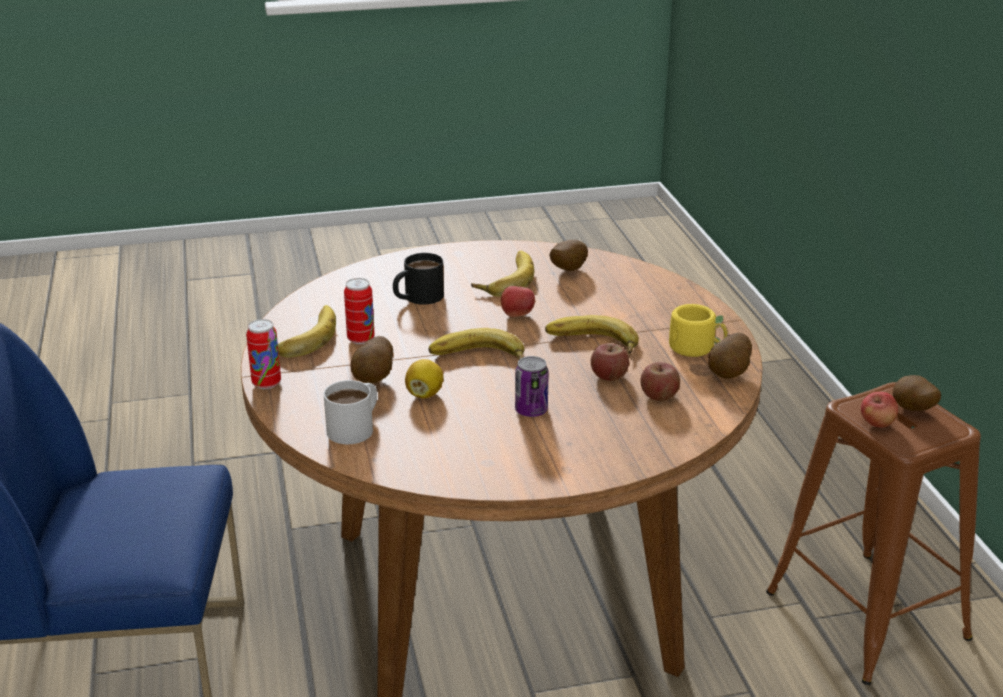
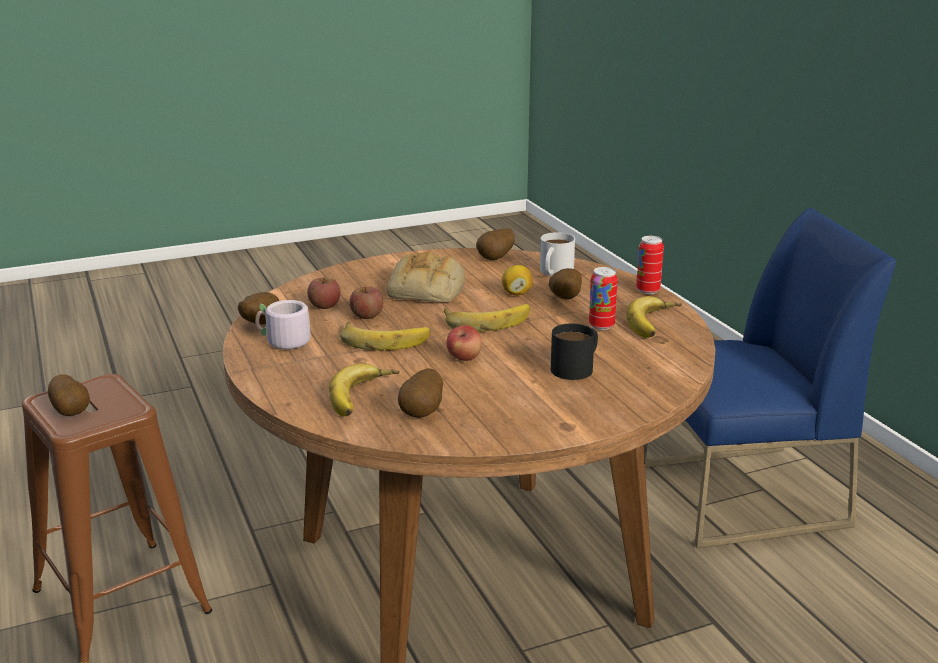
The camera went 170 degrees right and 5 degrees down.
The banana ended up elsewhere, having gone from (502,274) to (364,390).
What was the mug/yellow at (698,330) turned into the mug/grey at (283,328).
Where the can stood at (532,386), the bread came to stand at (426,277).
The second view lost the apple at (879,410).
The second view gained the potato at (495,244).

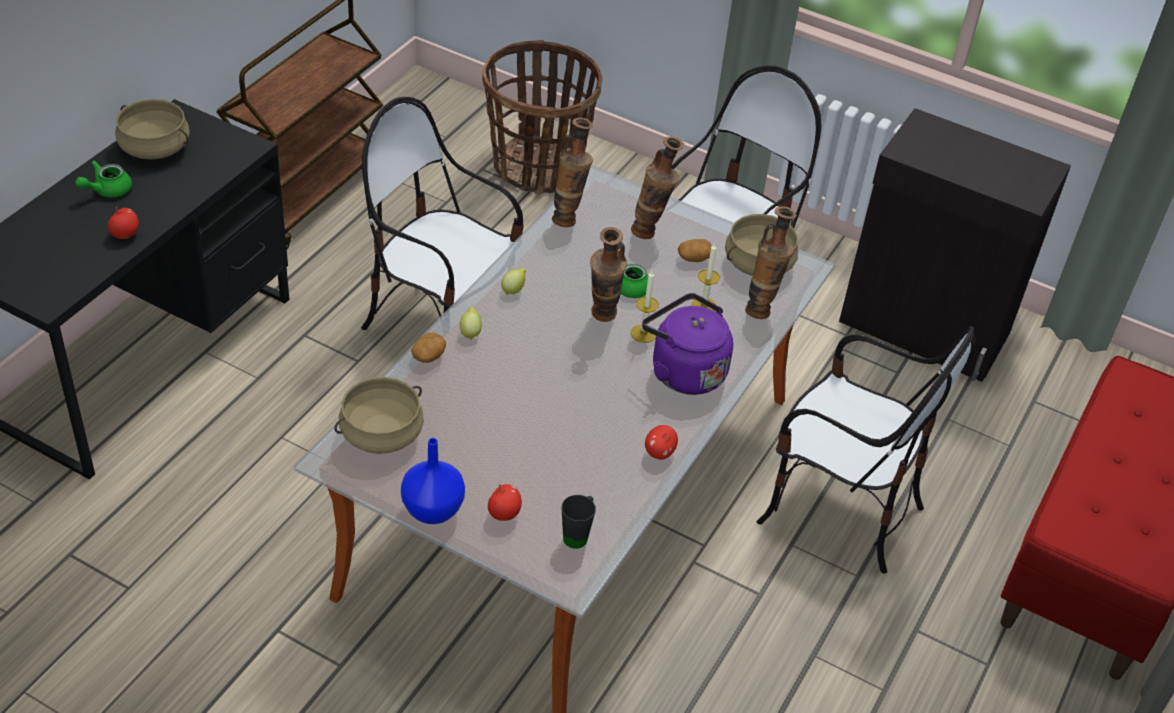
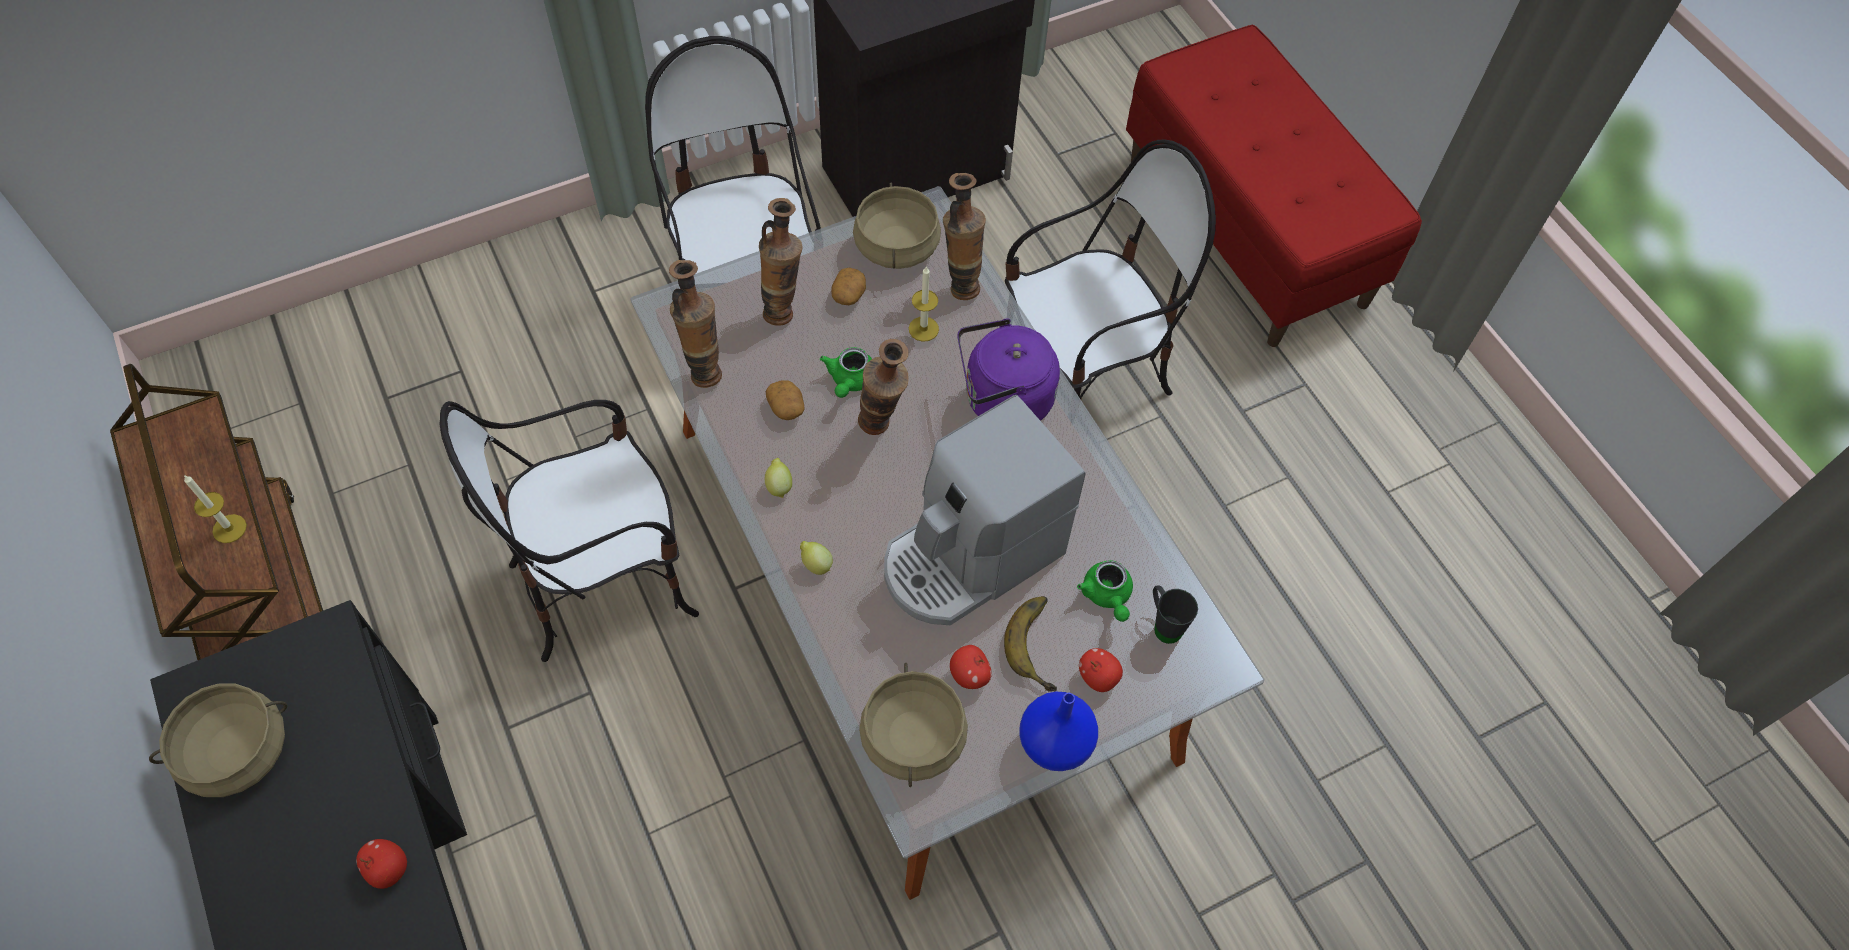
The camera went 55 degrees left and 15 degrees up.
The second view lost the basket at (542,117).
The teapot/green ended up elsewhere, having gone from (104,179) to (1105,591).
The candle ended up elsewhere, having gone from (645,307) to (215,509).
The potato ended up elsewhere, having gone from (428,347) to (785,400).
The apple ended up elsewhere, having gone from (661,442) to (971,667).
The second view gained the coffee machine at (984,510).
The second view gained the banana at (1030,644).

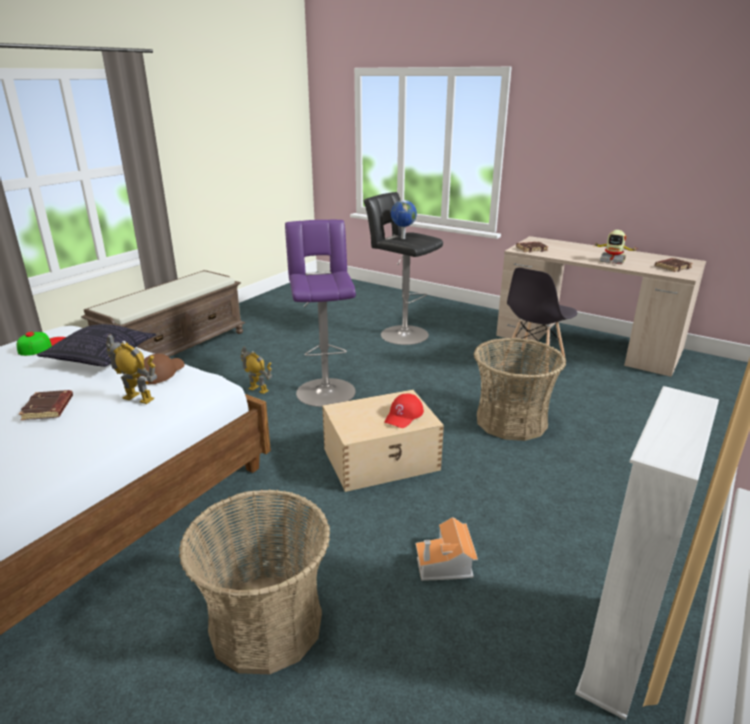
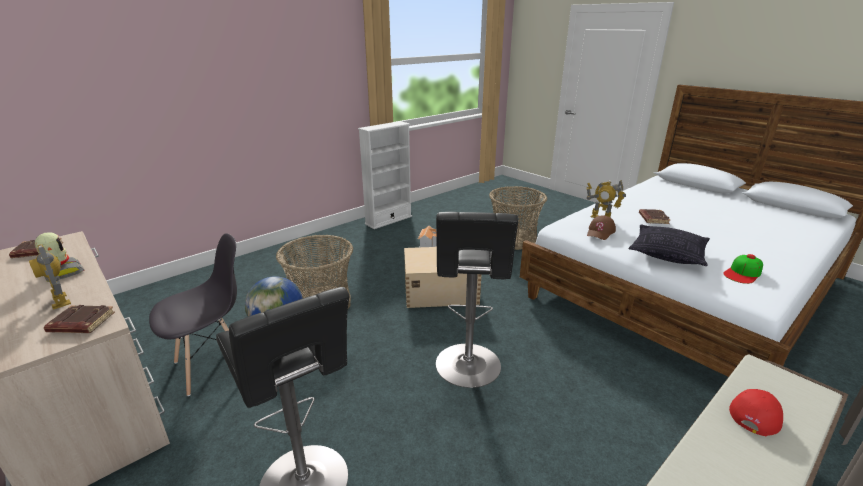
The camera went 165 degrees left and 0 degrees up.
What was the stool/purple at (320,313) turned into the stool/black at (477,300).
The toy robot ended up elsewhere, having gone from (256,370) to (50,277).
The cap/red ended up elsewhere, having gone from (404,411) to (756,413).

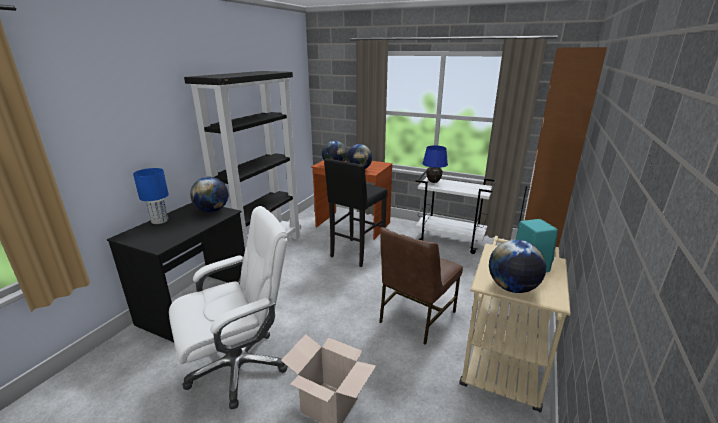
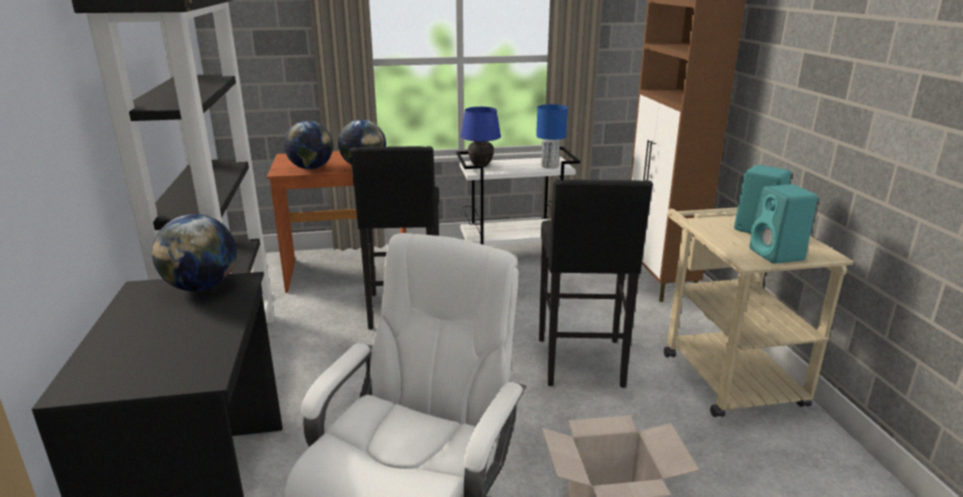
The camera went 35 degrees left and 0 degrees up.
The table lamp/blue ended up elsewhere, having gone from (151,196) to (552,136).
Where the chair/brown stood at (421,286), the stool/black came to stand at (596,283).
Where the globe stood at (517,266), the speaker/turquoise came to stand at (783,224).

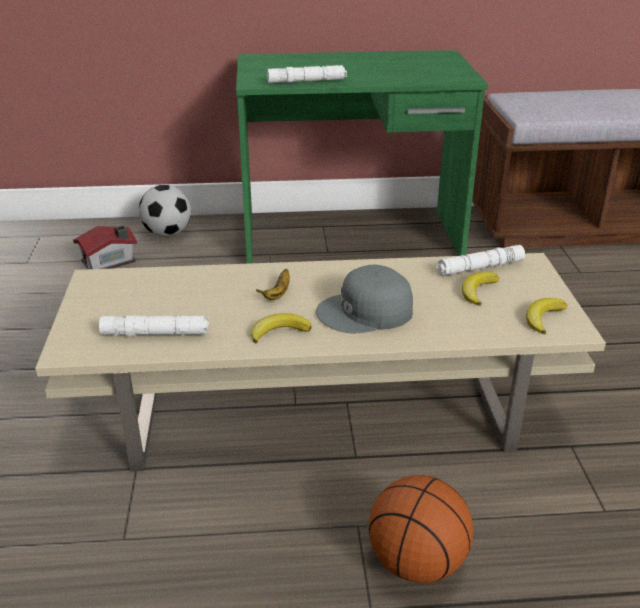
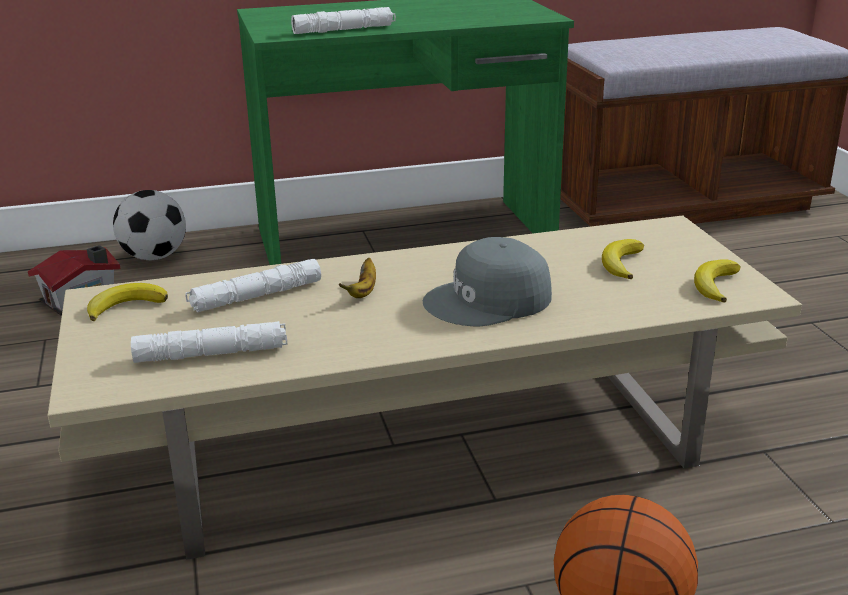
The camera went 10 degrees left and 5 degrees down.
The flashlight/white ended up elsewhere, having gone from (480,260) to (253,285).
The banana ended up elsewhere, having gone from (281,328) to (127,302).

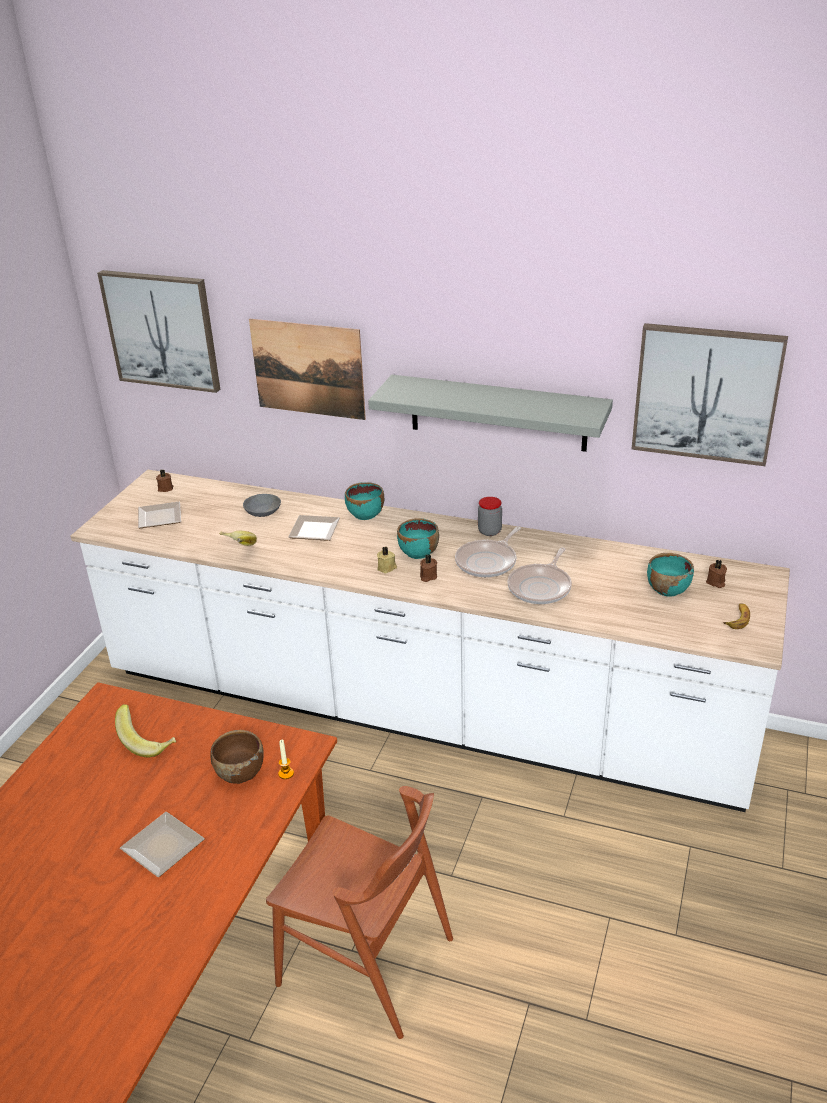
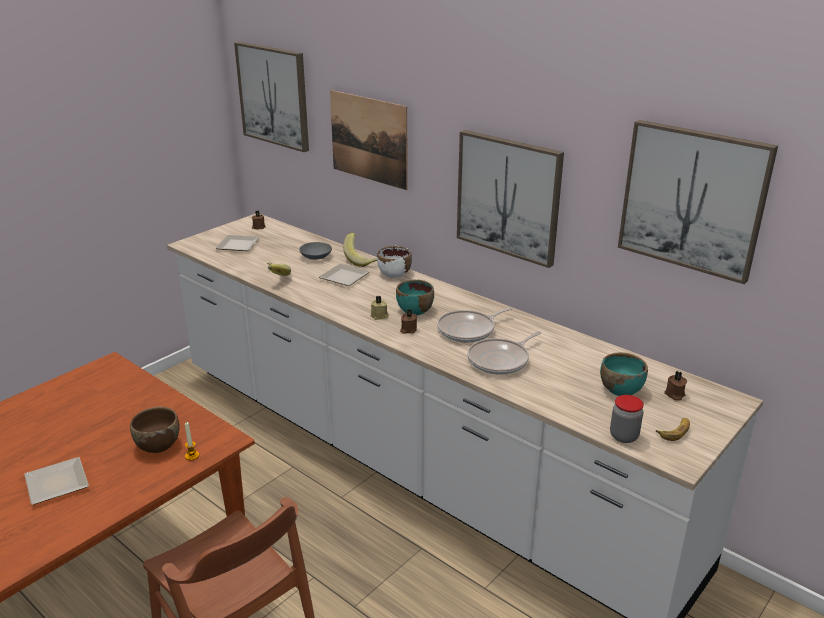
The camera went 20 degrees right and 5 degrees down.
Where the shelf/grey hung at (490,413), the picture came to hang at (510,199).
What was the bowl/turquoise at (364,501) turned into the bowl/white at (394,262).
The jar ended up elsewhere, having gone from (490,516) to (627,419).
The banana ended up elsewhere, having gone from (145,731) to (360,250).

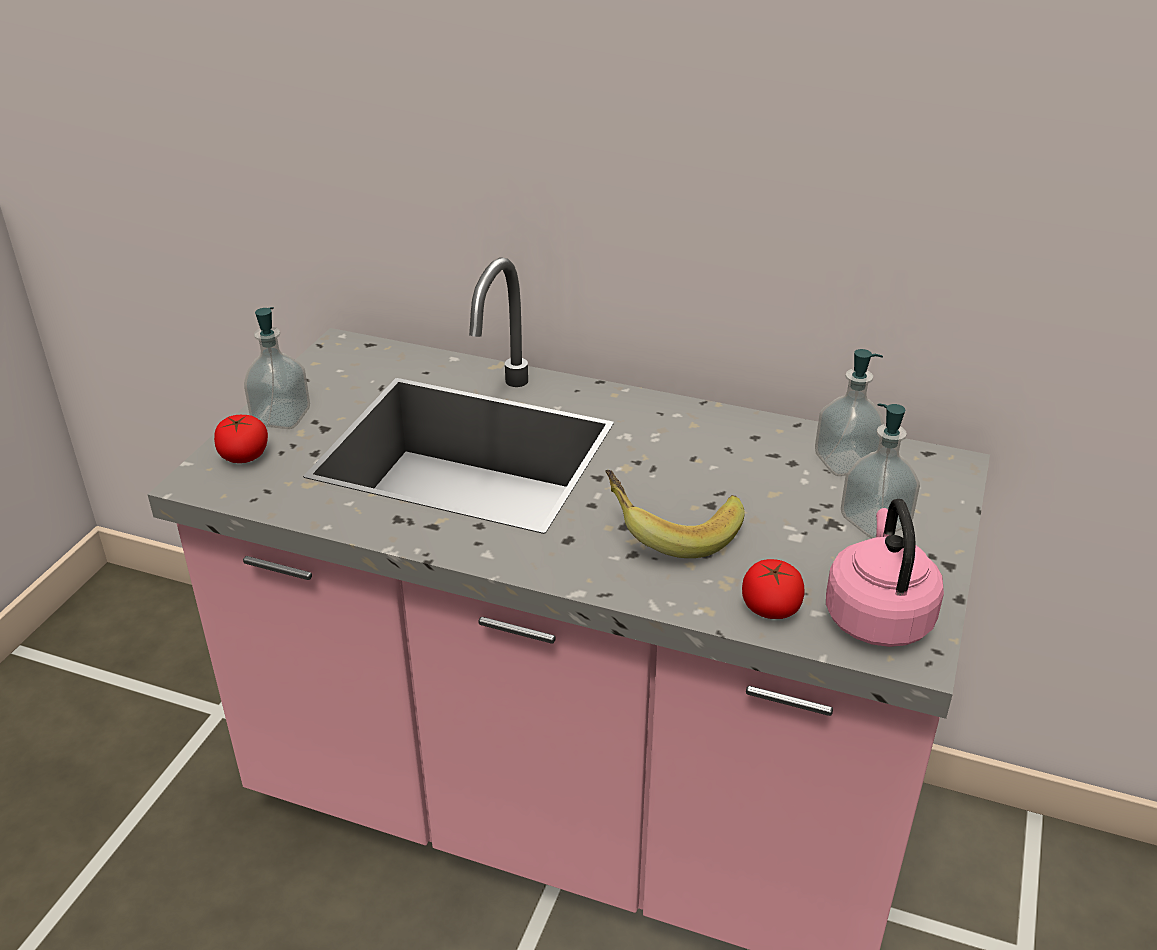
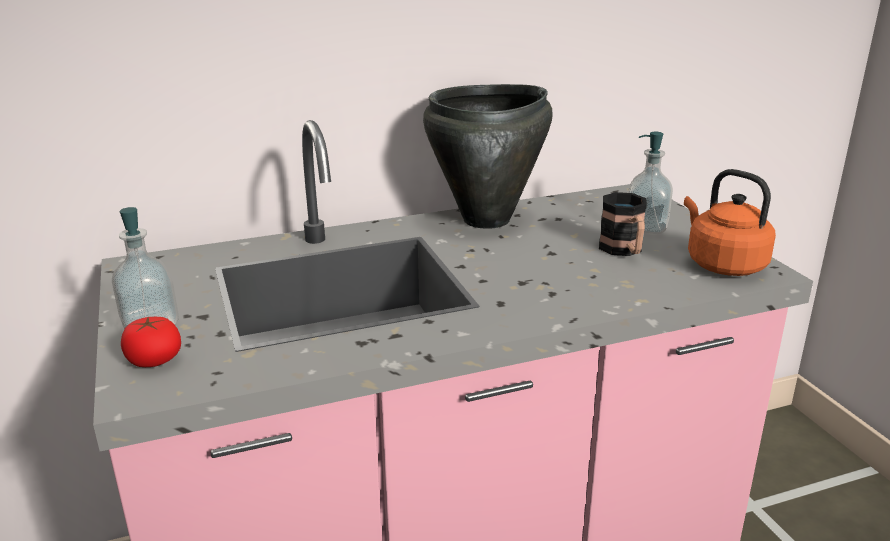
The camera went 40 degrees left and 10 degrees down.
The second view lost the soap dispenser at (849,412).
The second view lost the banana at (675,514).
What was the kettle/pink at (885,573) turned into the kettle/orange at (730,222).
The second view lost the tomato at (773,589).
The second view gained the cooking pot/black at (488,156).
The second view gained the mug at (623,224).

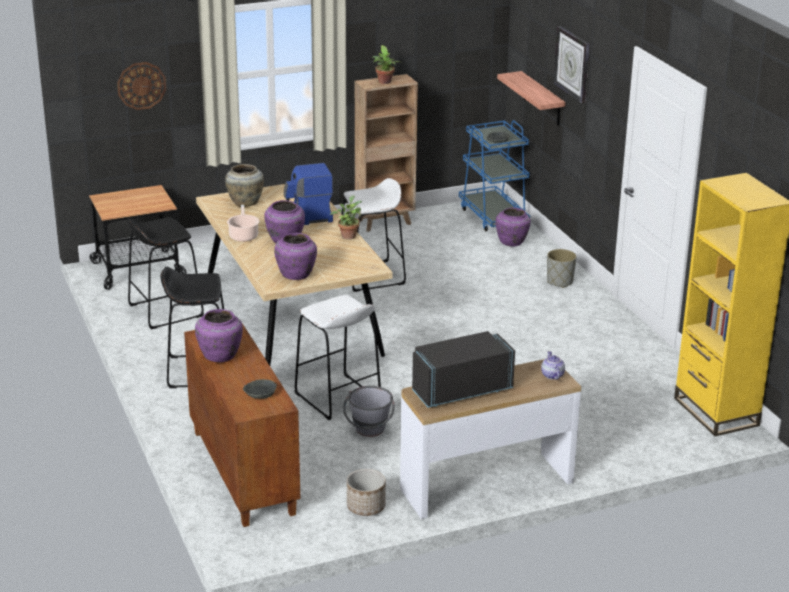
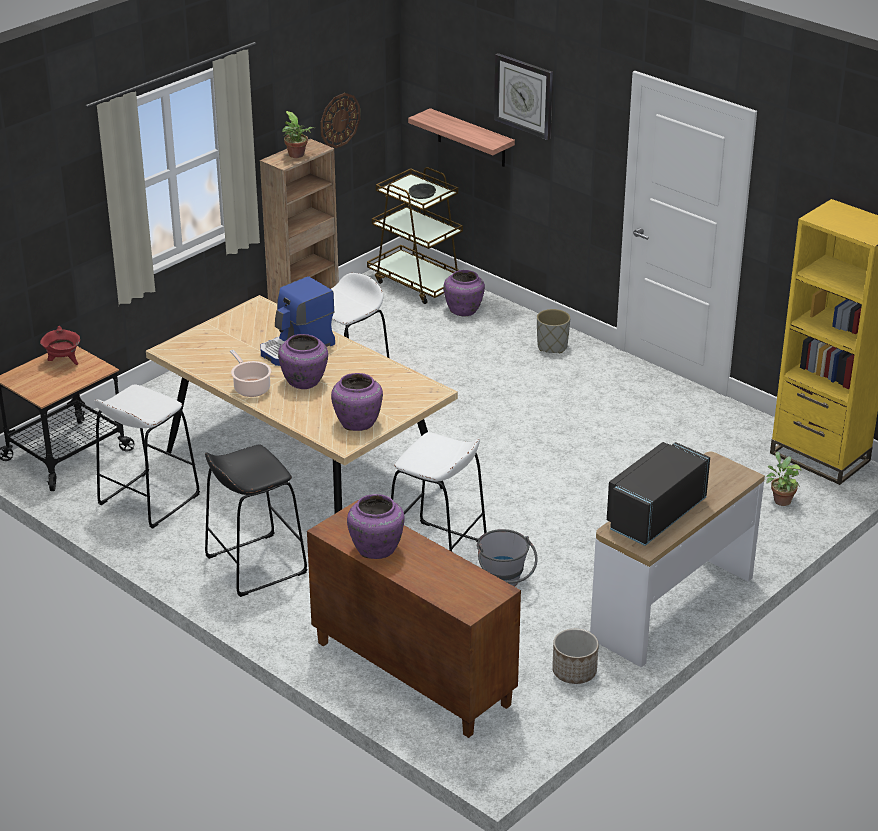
The camera went 25 degrees left and 5 degrees up.
The wall clock ended up elsewhere, having gone from (141,86) to (340,120).
What was the cart/blue at (494,175) turned into the cart/brown at (415,235).
The second view lost the vase/beige at (244,185).
The potted plant ended up elsewhere, having gone from (346,217) to (784,479).
What was the stool/black at (165,273) turned into the stool/white at (147,456).
The second view lost the teapot at (553,365).
The second view lost the bowl/grey at (260,389).
The second view gained the cooking pot/red at (60,345).

